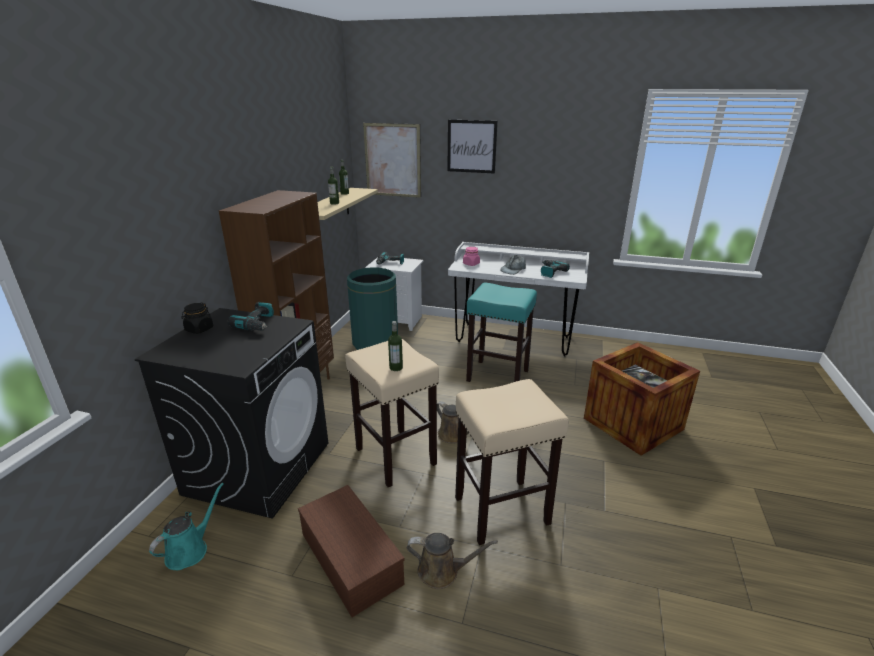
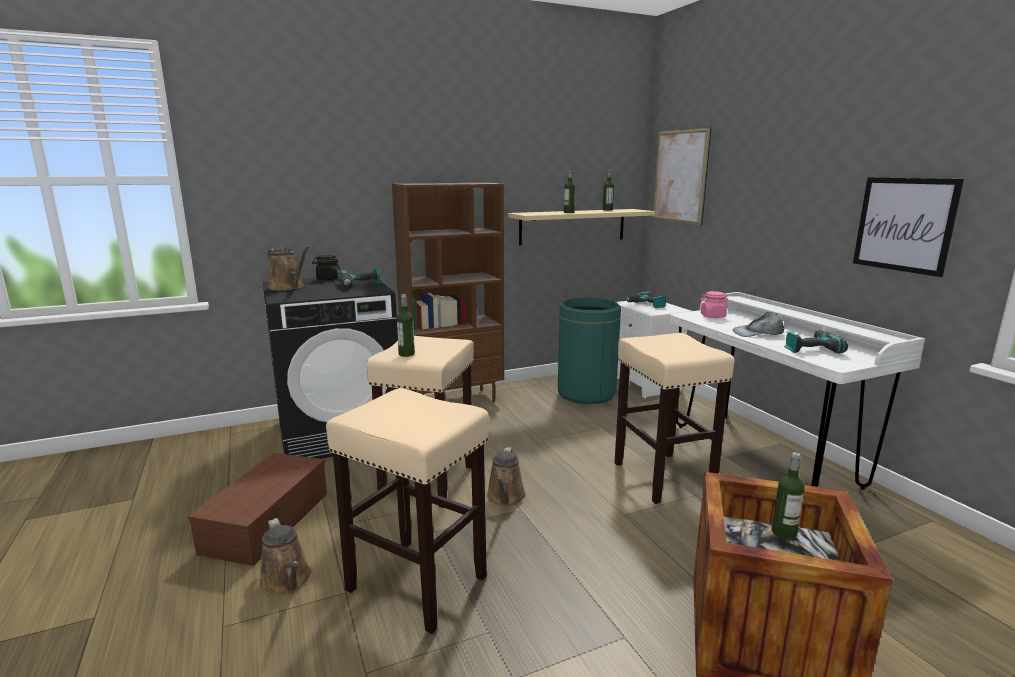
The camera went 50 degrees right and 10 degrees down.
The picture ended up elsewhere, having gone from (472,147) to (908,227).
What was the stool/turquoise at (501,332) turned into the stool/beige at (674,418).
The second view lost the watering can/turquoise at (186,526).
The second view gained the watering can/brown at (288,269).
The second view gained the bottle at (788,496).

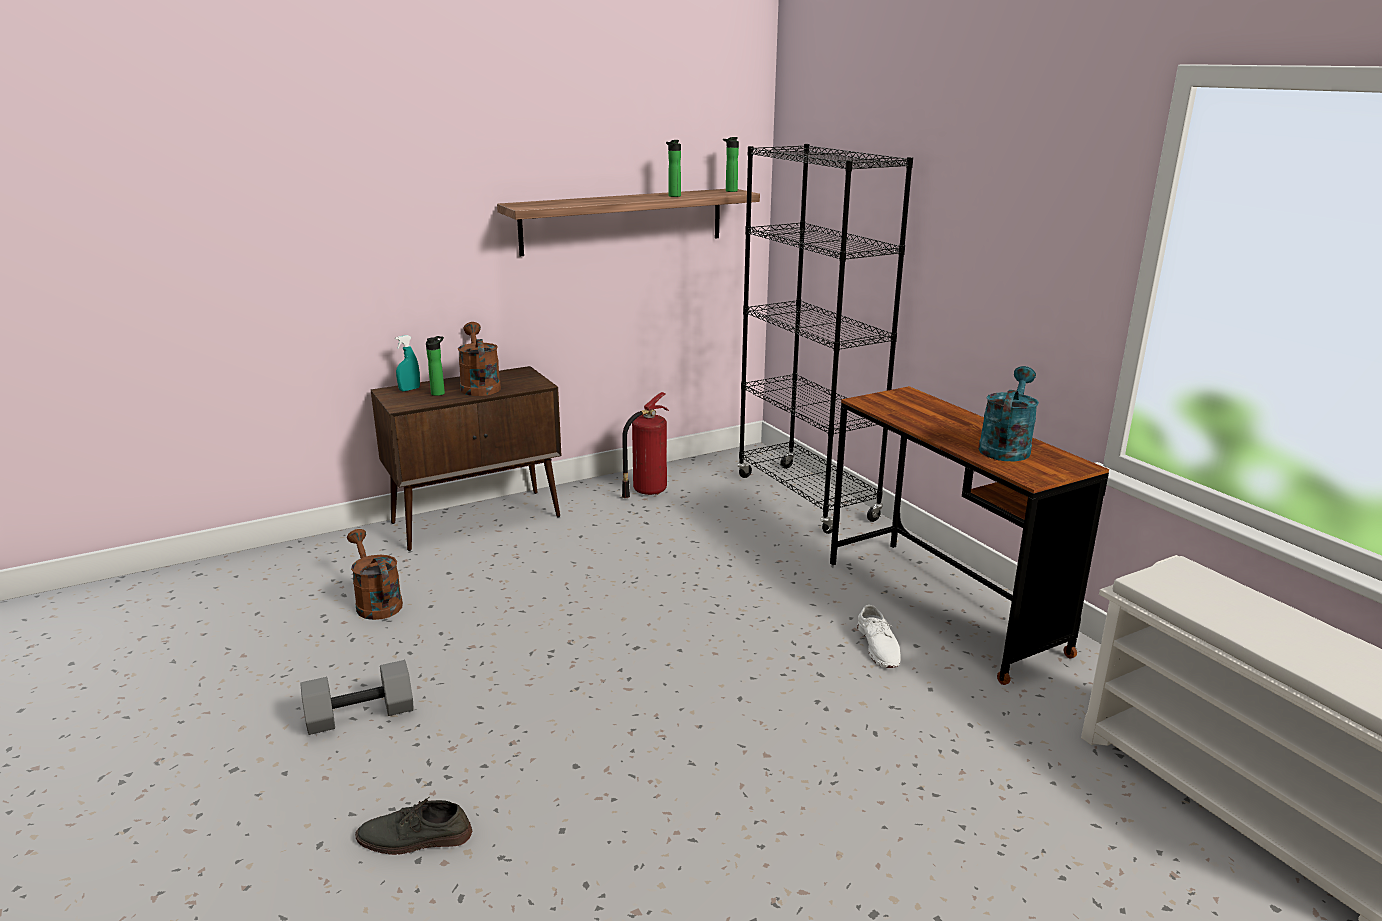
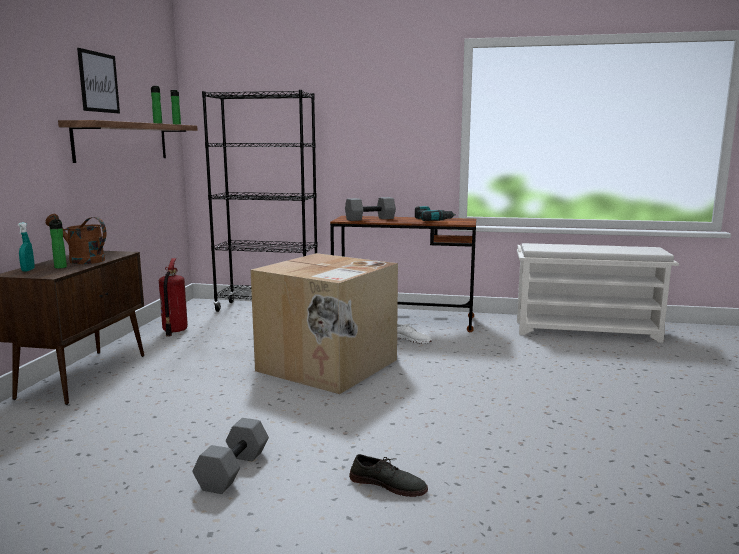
The camera went 50 degrees left and 10 degrees down.
Where the watering can/turquoise stood at (1008,413), the power drill came to stand at (435,213).
The second view lost the watering can/brown at (375,574).
The shoe/grey at (413,825) ended up facing another way, 105 degrees counterclockwise from before.
The second view gained the picture at (98,80).
The second view gained the dumbbell/grey at (370,209).
The second view gained the cardboard box at (324,323).

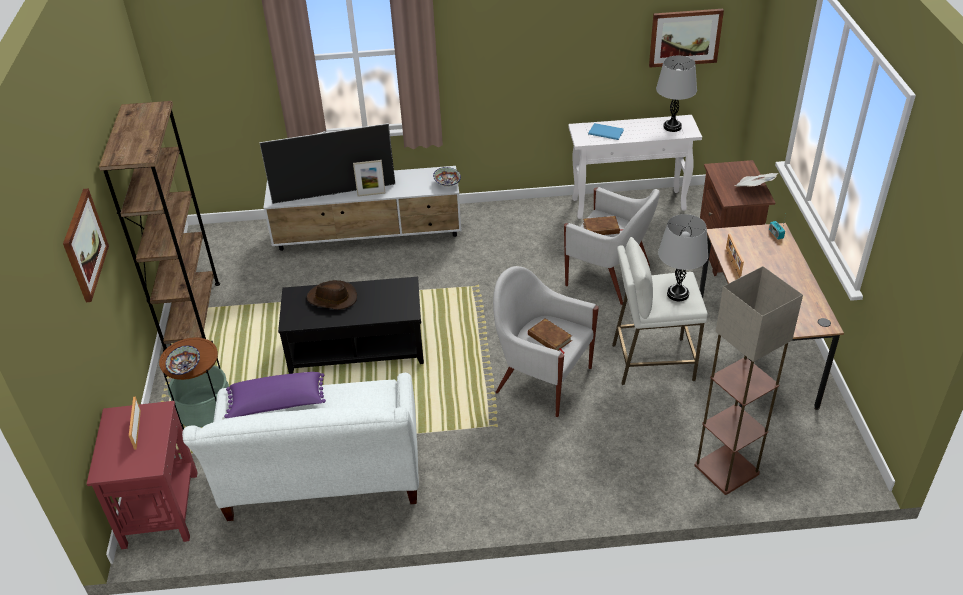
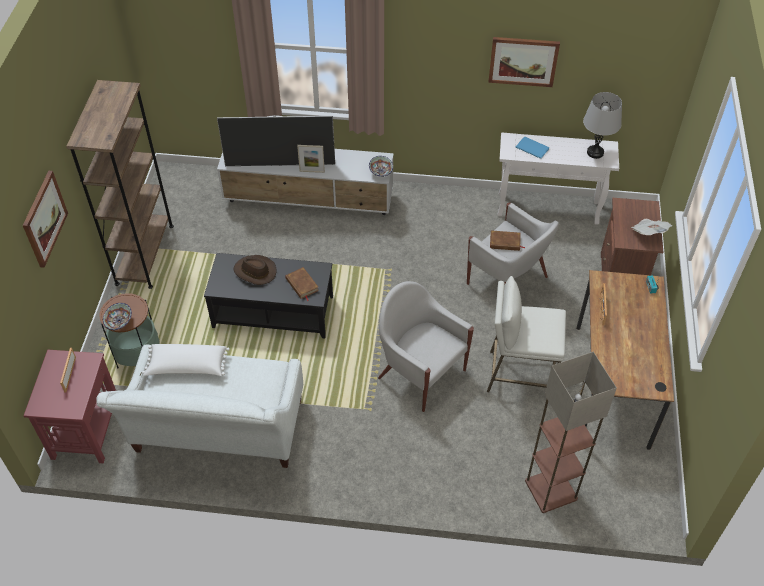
The camera went 10 degrees right and 10 degrees up.
The picture ended up elsewhere, having gone from (686,38) to (524,62).
The second view lost the table lamp/grey at (683,257).
The book/brown ended up elsewhere, having gone from (550,336) to (302,284).
What was the pillow/purple at (275,395) turned into the pillow/white at (186,360).

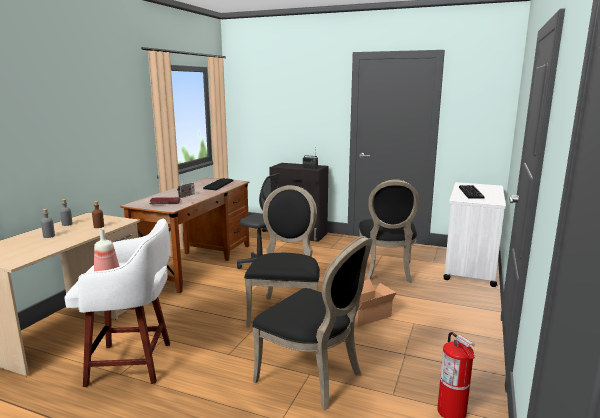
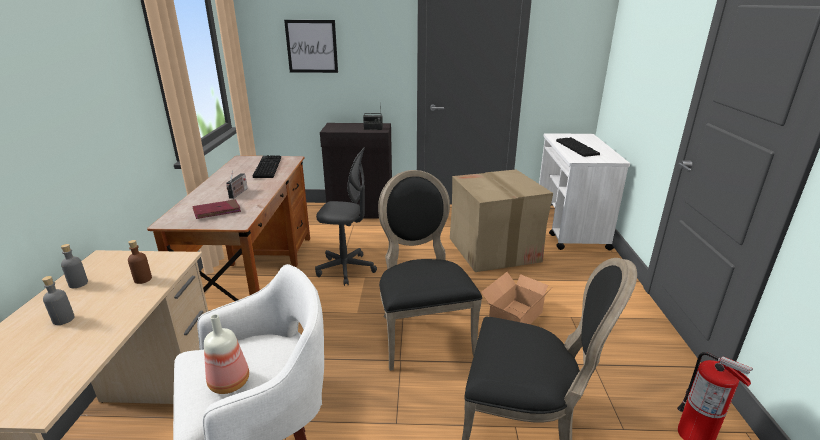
The camera went 20 degrees left and 10 degrees up.
Where the chair/black stood at (389,231), the cardboard box came to stand at (501,221).
The second view gained the picture at (311,46).

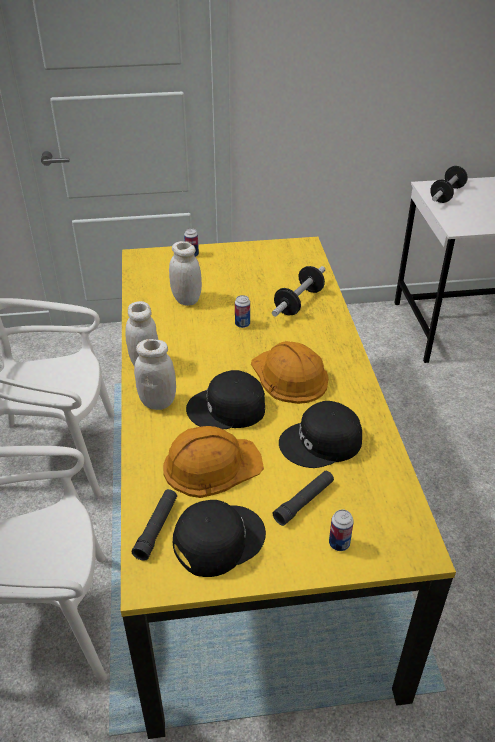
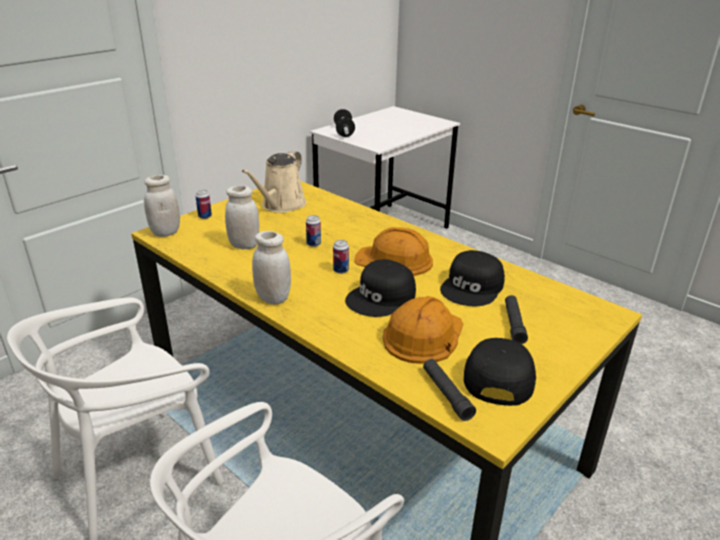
The camera went 40 degrees left and 10 degrees down.
The second view lost the dumbbell at (299,291).
The jar/white ended up elsewhere, having gone from (155,374) to (162,206).
The can ended up elsewhere, having gone from (341,530) to (341,257).
The second view gained the watering can/beige at (274,182).

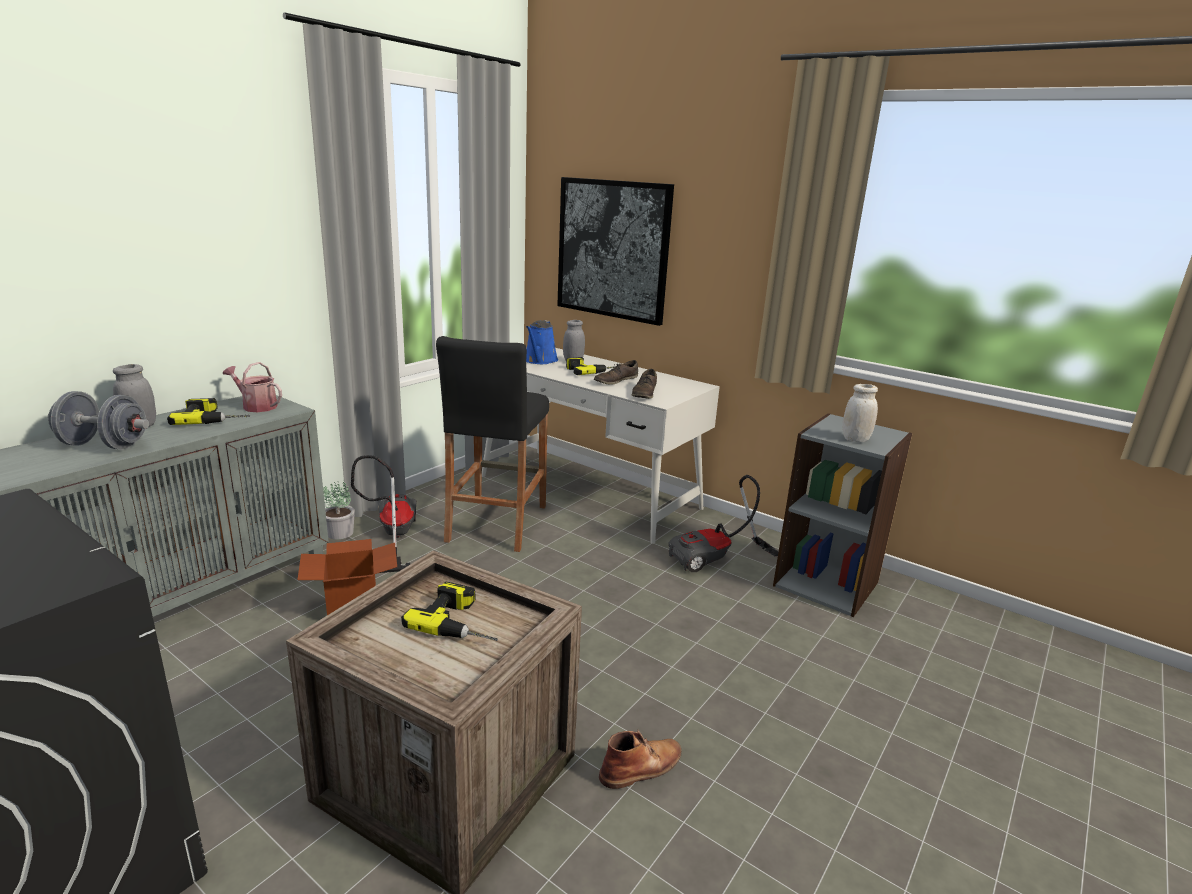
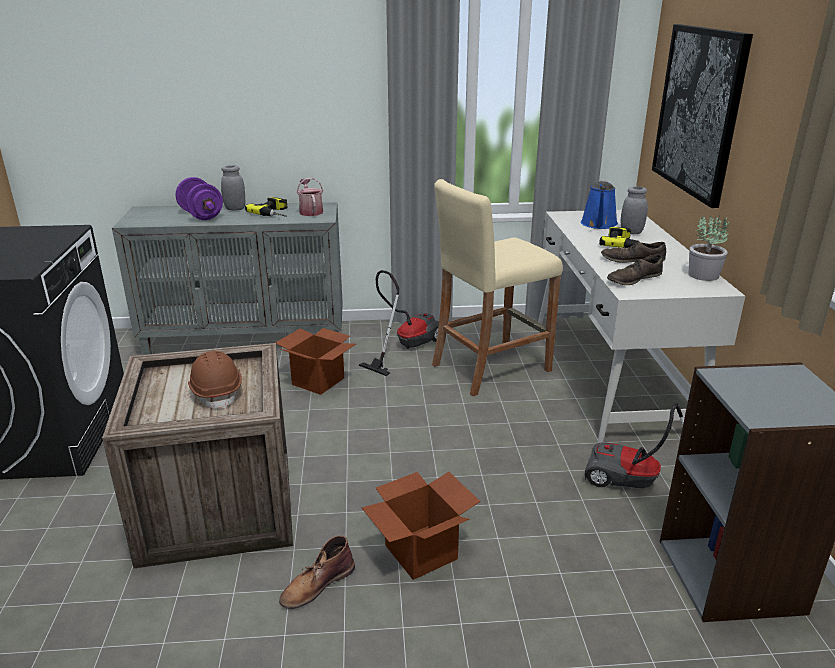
The camera went 50 degrees right and 5 degrees up.
The watering can/blue at (542,342) ended up facing another way, 45 degrees counterclockwise from before.
What was the stool/black at (492,444) turned into the stool/beige at (497,287).
The second view lost the jar/white at (860,413).
What was the dumbbell/grey at (98,420) turned into the dumbbell/purple at (199,198).
The potted plant ended up elsewhere, having gone from (339,510) to (709,248).
Where the power drill stood at (449,611), the hard hat/brown came to stand at (215,380).
The boot/brown at (640,759) ended up facing another way, 120 degrees clockwise from before.
The second view gained the cardboard box at (420,526).

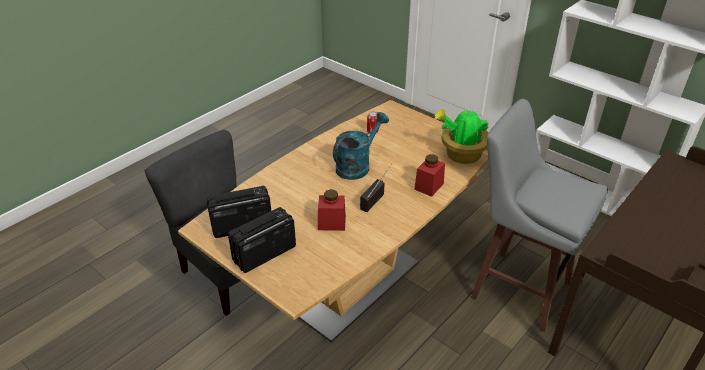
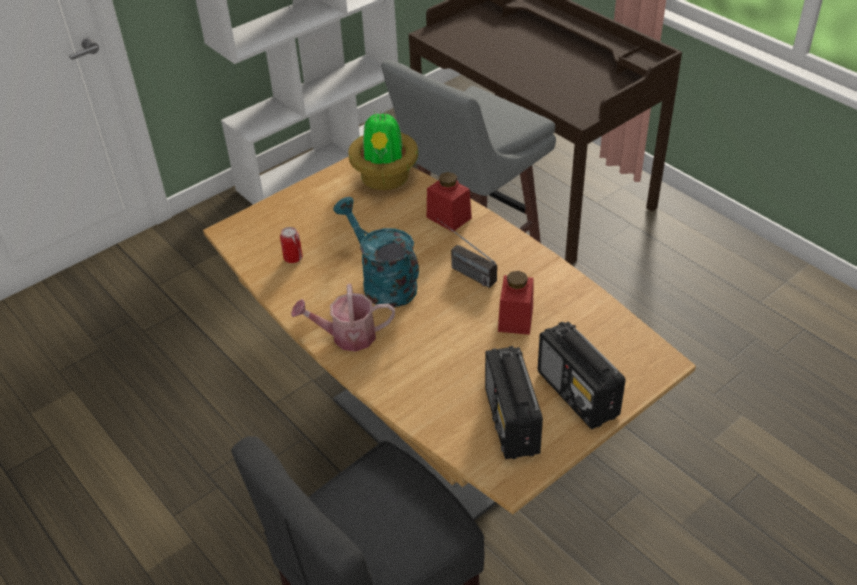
The camera went 80 degrees left and 5 degrees up.
The second view gained the watering can at (343,318).

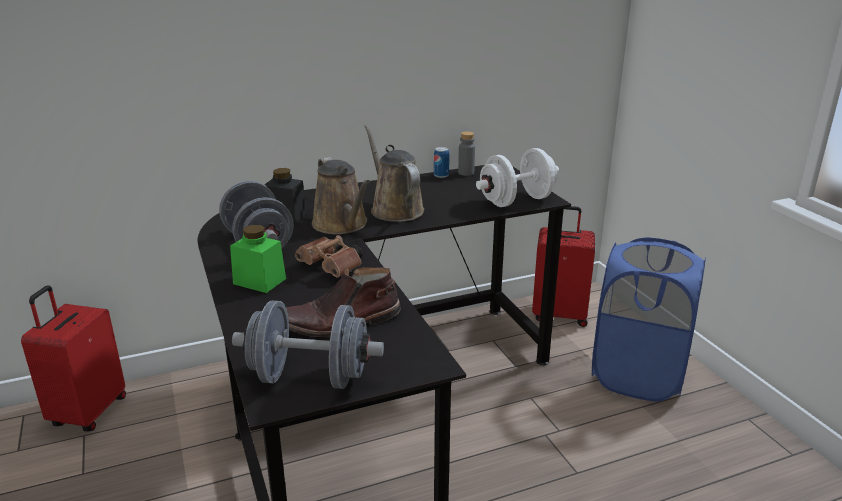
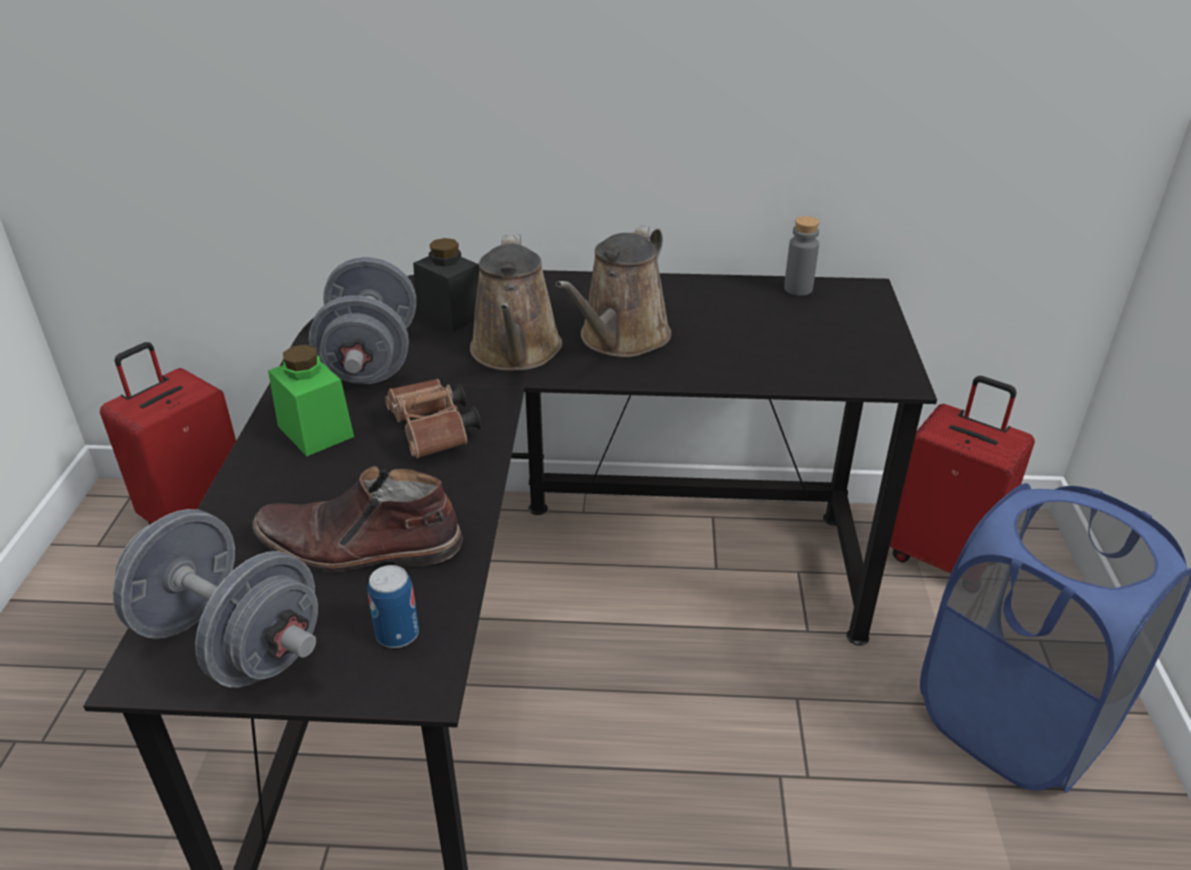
The camera went 25 degrees right and 10 degrees up.
The watering can/brown at (394,173) ended up facing another way, 150 degrees counterclockwise from before.
The can ended up elsewhere, having gone from (442,162) to (393,606).
The second view lost the dumbbell/white at (517,177).

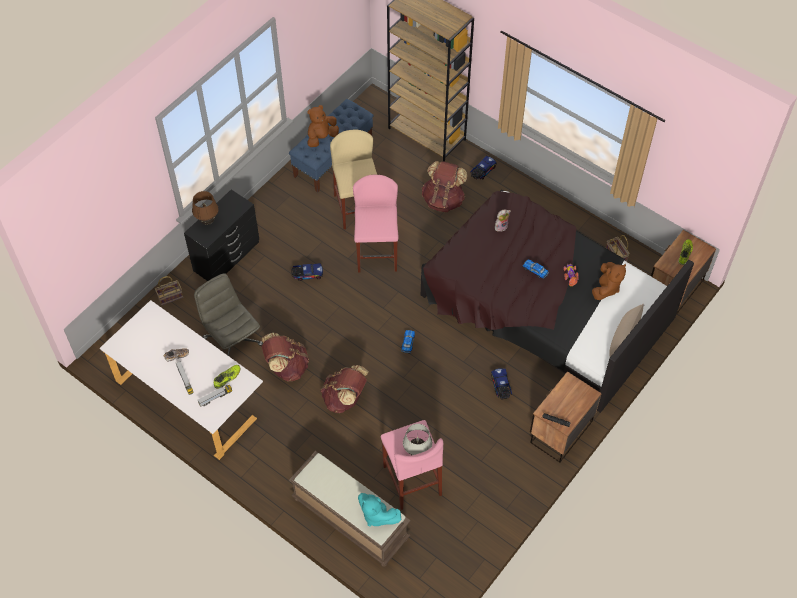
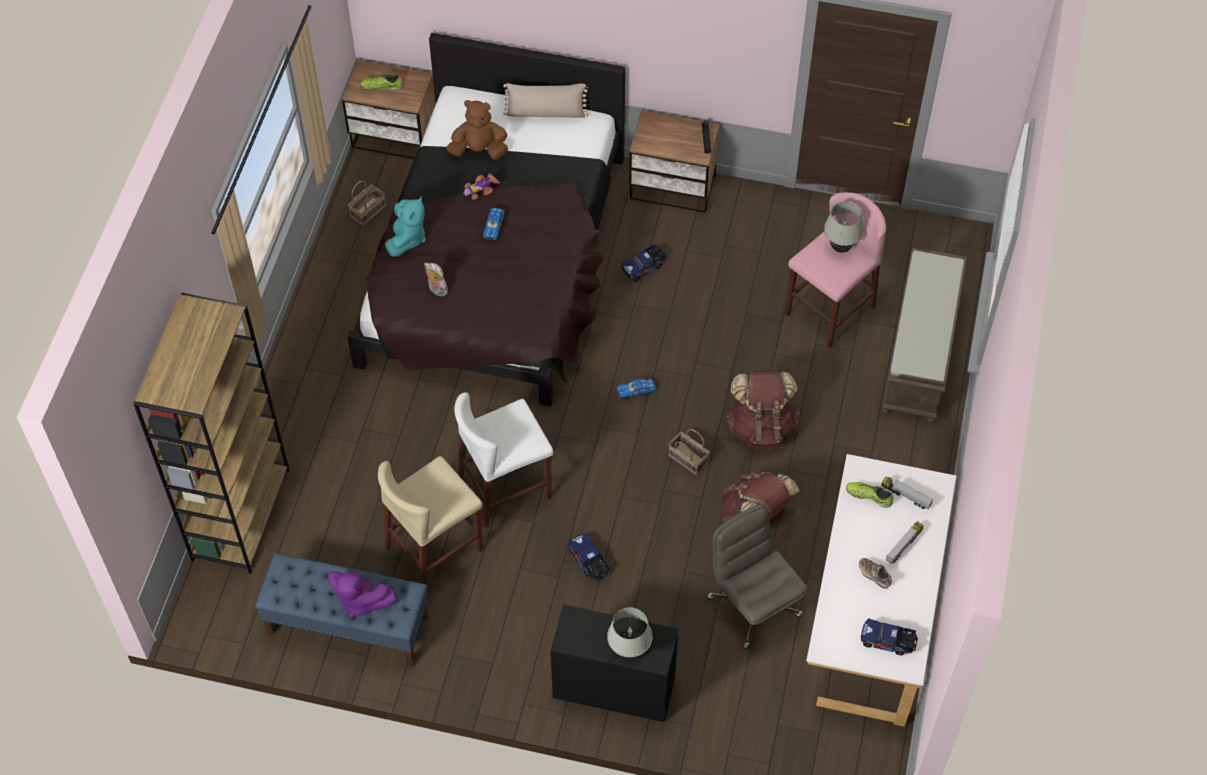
The camera went 115 degrees left and 0 degrees up.
What was the plush toy/brown at (323,126) turned into the plush toy/purple at (362,594).
The toy truck ended up elsewhere, having gone from (483,167) to (889,636).
The second view lost the backpack/brown at (444,186).
What was the stool/pink at (375,223) turned into the stool/white at (504,460).
What was the table lamp/brown at (205,208) turned into the table lamp/white at (630,633).
The office chair/grey at (228,314) ended up facing another way, 120 degrees clockwise from before.
The basket ended up elsewhere, having gone from (169,290) to (689,452).
The plush toy/turquoise ended up elsewhere, having gone from (379,510) to (405,226).

